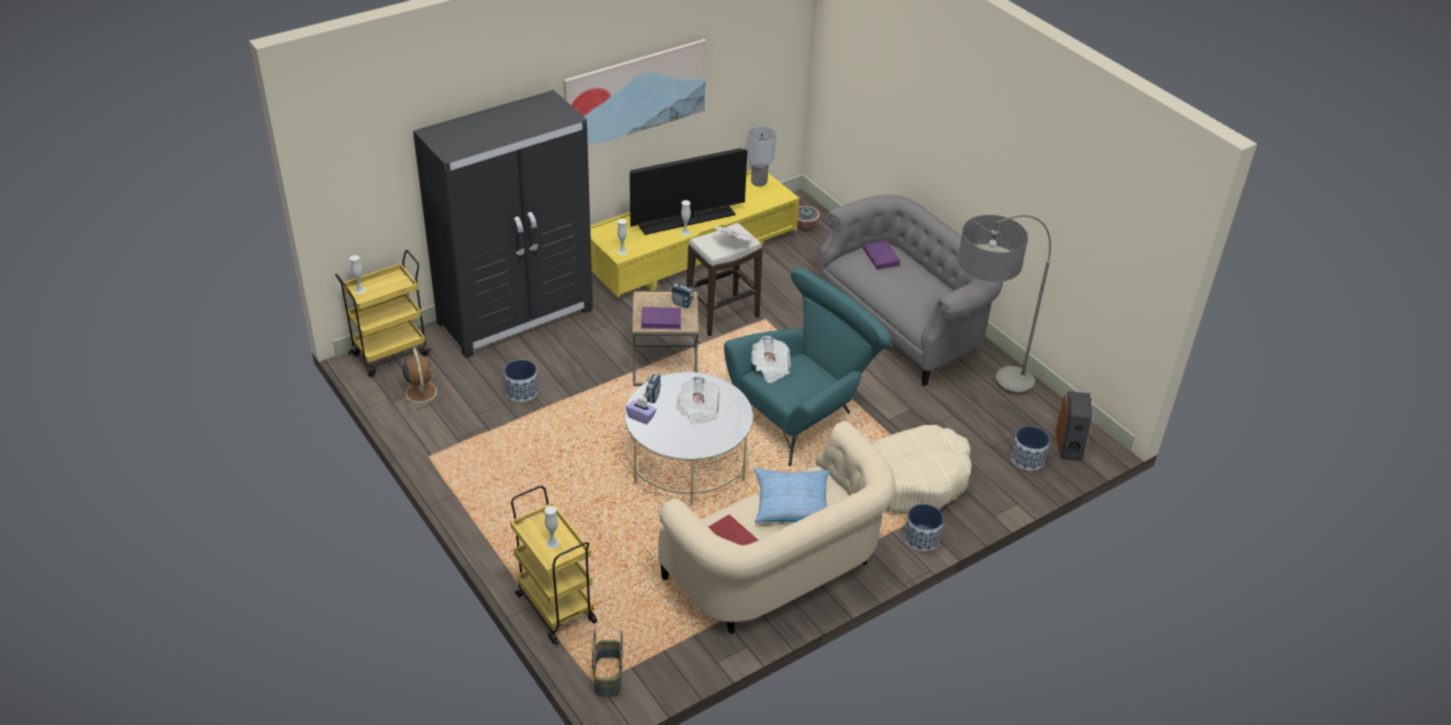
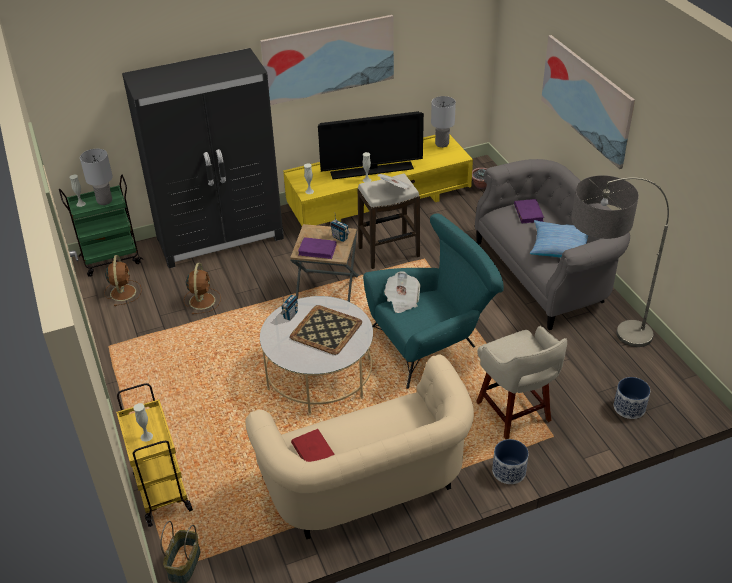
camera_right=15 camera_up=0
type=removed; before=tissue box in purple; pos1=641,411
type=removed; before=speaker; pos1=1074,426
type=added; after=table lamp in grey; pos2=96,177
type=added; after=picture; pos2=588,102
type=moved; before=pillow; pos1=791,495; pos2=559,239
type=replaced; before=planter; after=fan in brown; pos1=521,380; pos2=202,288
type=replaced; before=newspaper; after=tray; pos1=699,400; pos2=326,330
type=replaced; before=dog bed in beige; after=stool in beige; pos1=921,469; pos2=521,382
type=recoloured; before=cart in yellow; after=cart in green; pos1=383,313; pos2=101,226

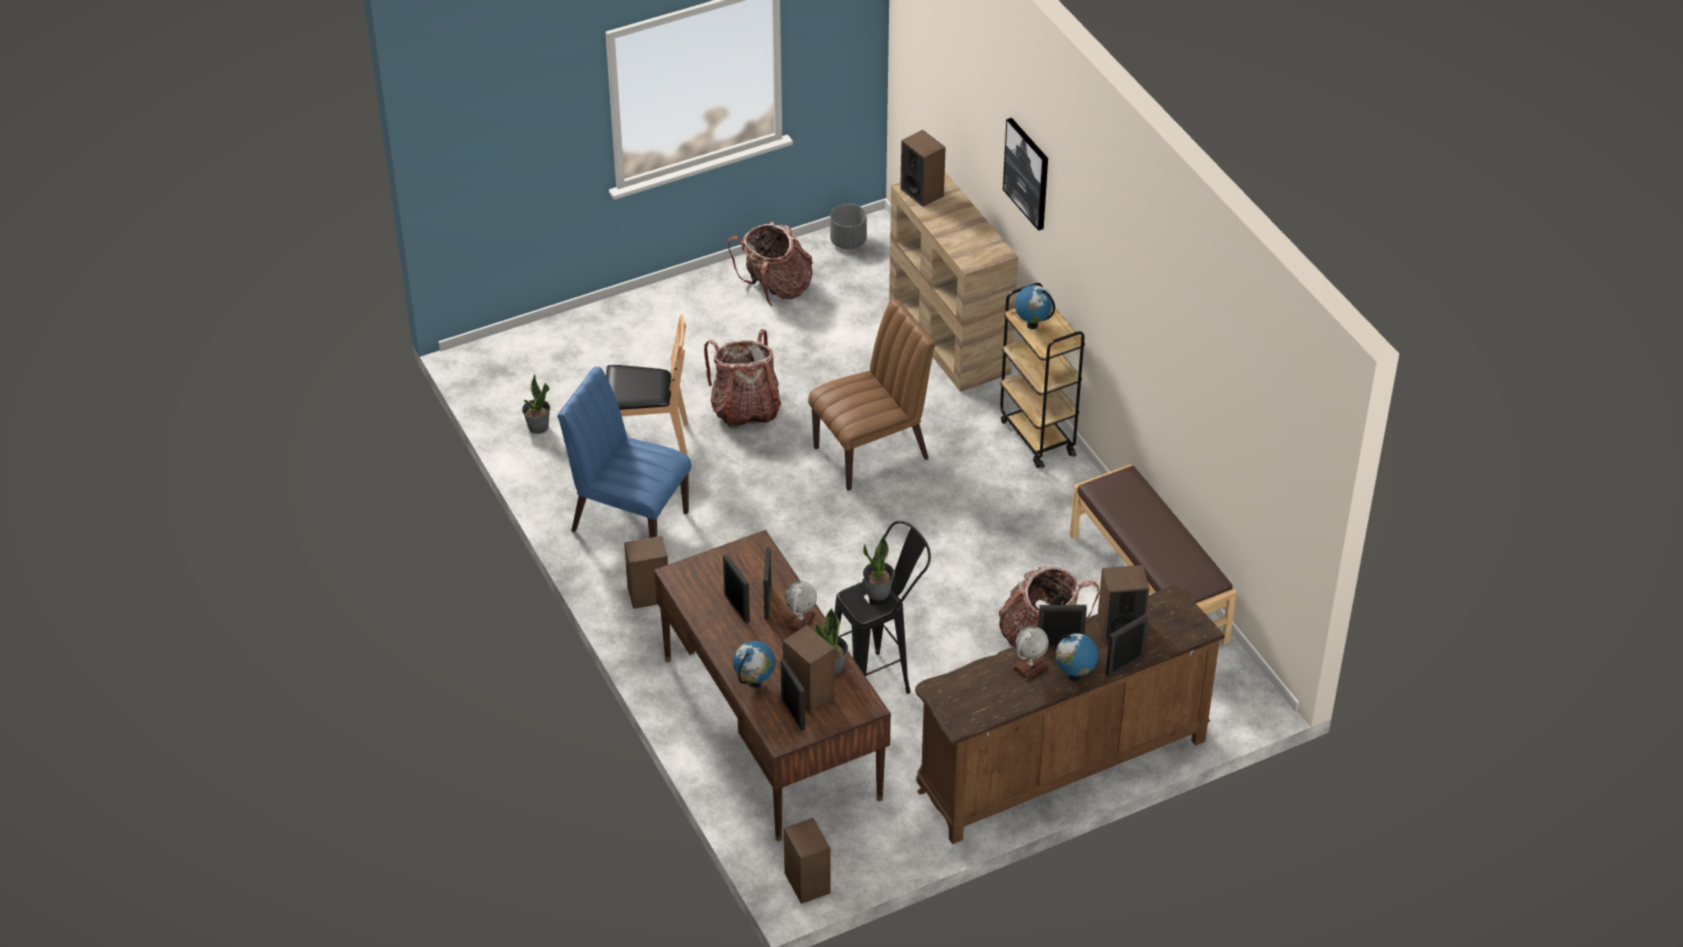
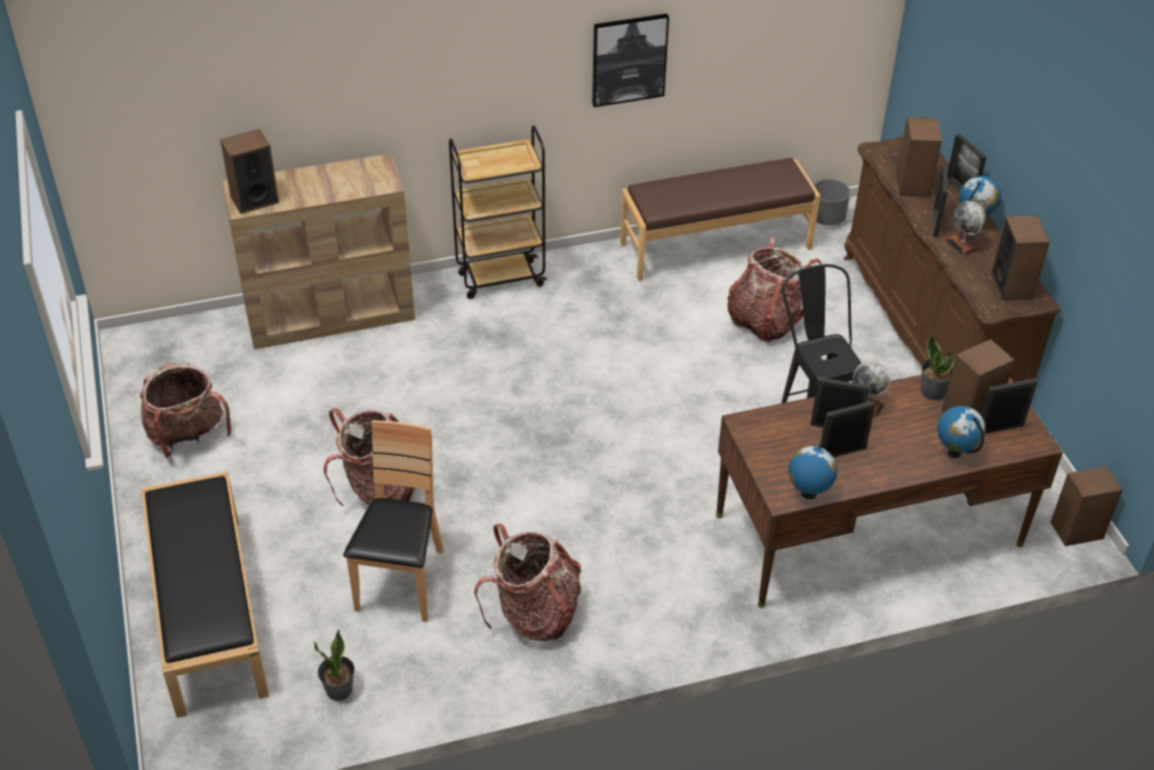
camera_right=-80 camera_up=0
type=removed; before=chair in brown; pos1=872,395
type=removed; before=potted plant; pos1=879,568
type=added; after=bench in black; pos2=205,594
type=moved; before=speaker; pos1=646,572; pos2=1020,257
type=moved; before=planter in grey; pos1=848,226; pos2=829,202
type=moved; before=picture; pos1=1025,174; pos2=630,60
type=moved; before=globe; pos1=1035,307; pos2=813,471
type=replaced; before=chair in blue; after=backpack; pos1=624,452; pos2=527,582

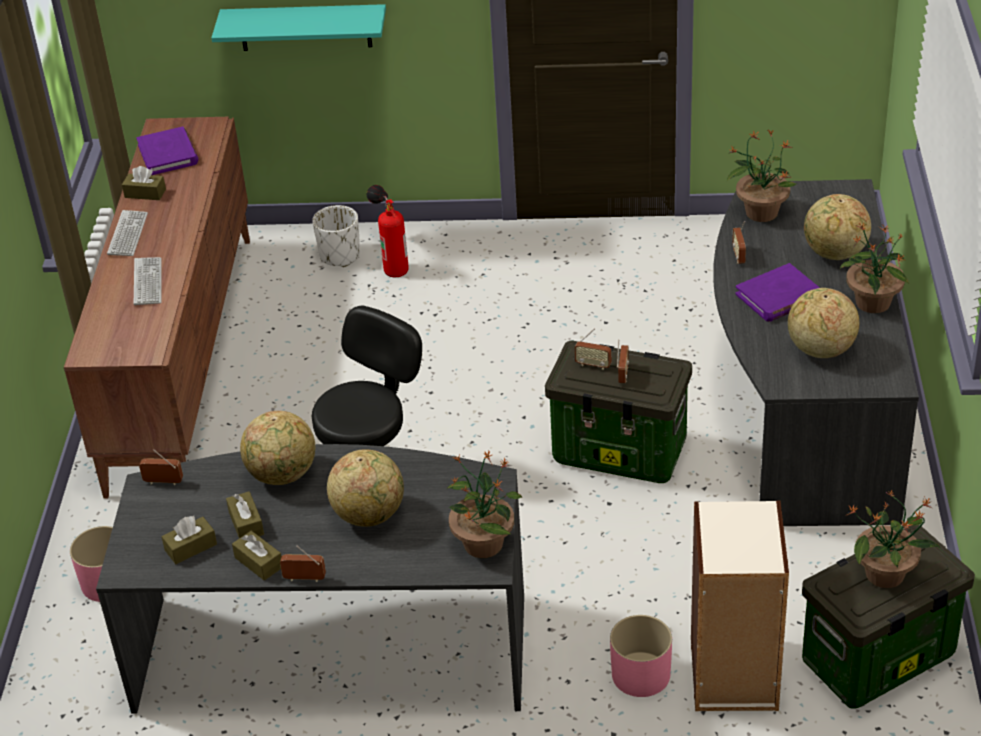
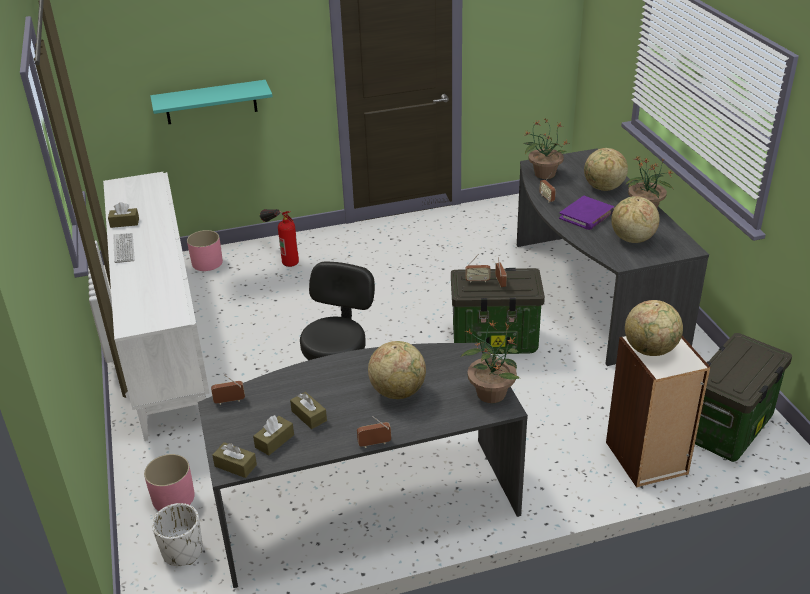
camera_right=-20 camera_up=-5
type=removed; before=keyboard; pos1=147,281
type=removed; before=book in purple; pos1=167,151
type=removed; before=potted plant; pos1=893,539
type=moved; before=tissue box in brown; pos1=257,556; pos2=234,460
type=moved; before=globe; pos1=277,448; pos2=654,328
type=moved; before=planter in white; pos1=336,236; pos2=177,534
type=moved; before=planter in pink; pos1=641,656; pos2=205,250
type=recoloured; before=cabinet in brown; after=cabinet in white; pos1=157,308; pos2=156,306

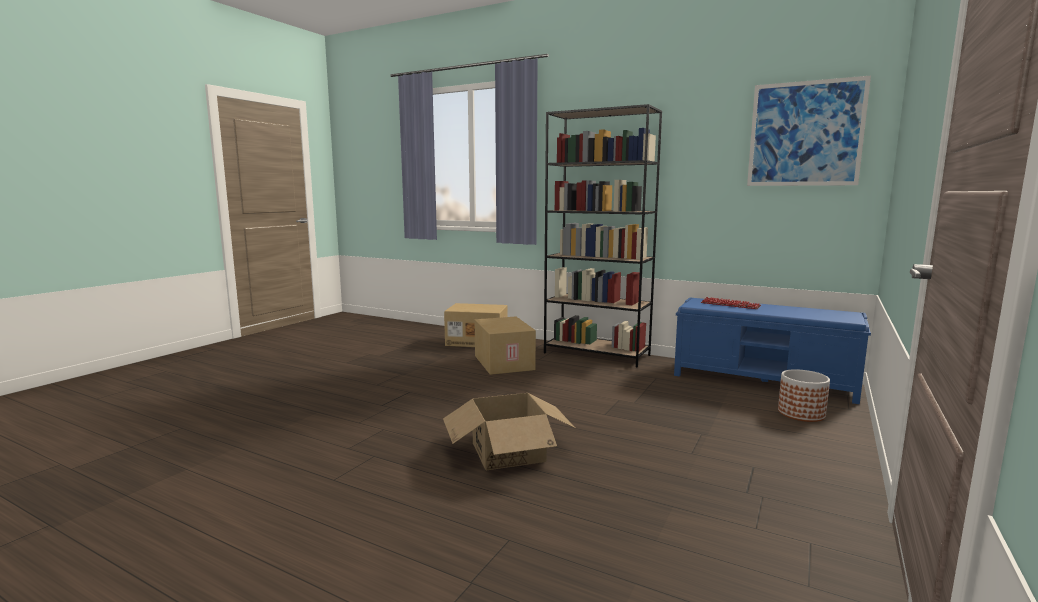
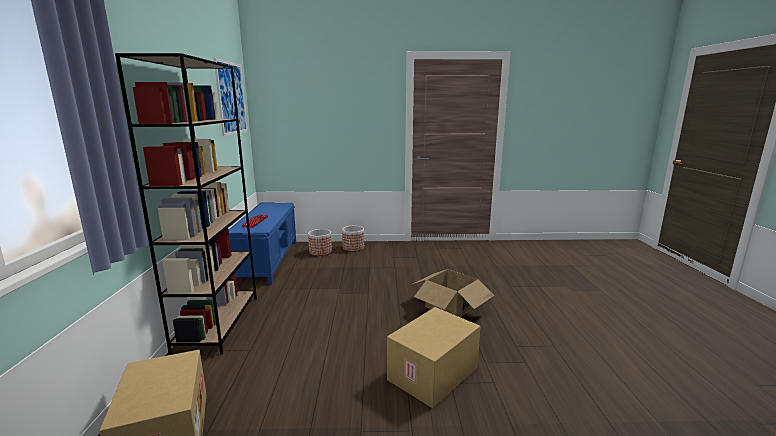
camera_right=-120 camera_up=5
type=added; after=planter; pos2=353,238
type=moved; before=cardboard box; pos1=505,346; pos2=434,357

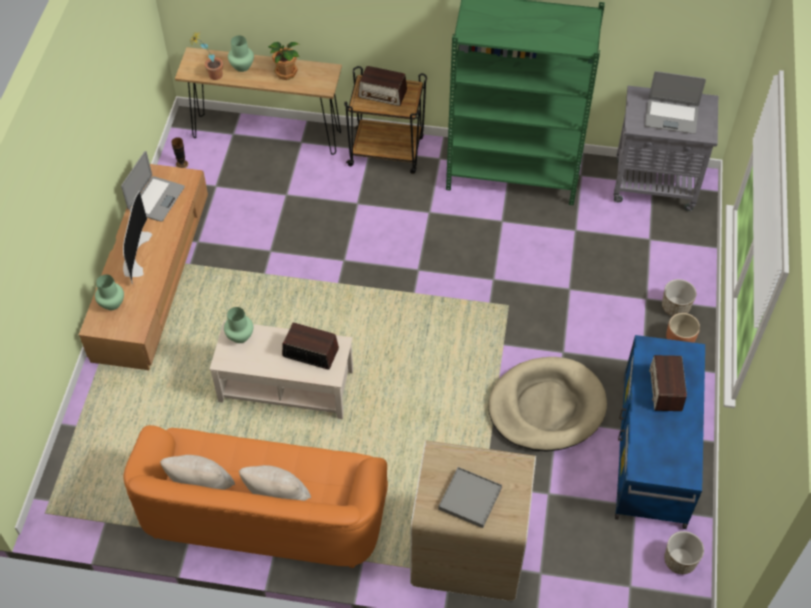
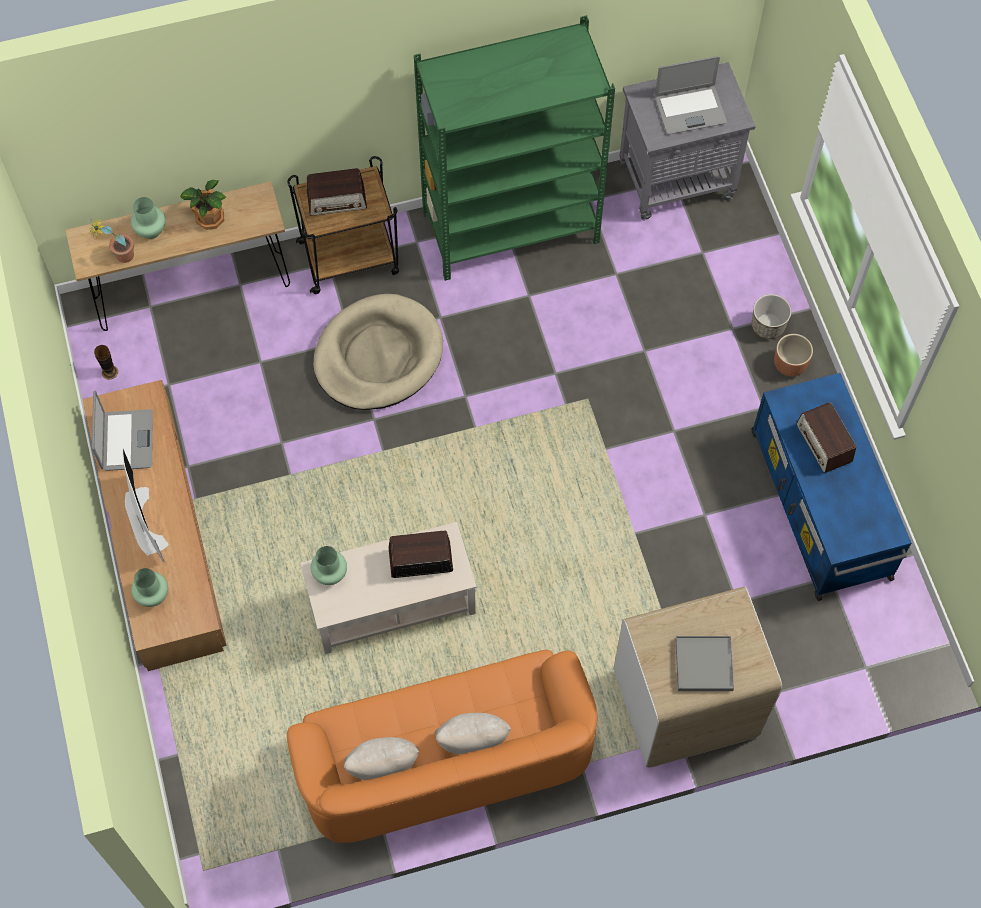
camera_right=-25 camera_up=10
type=removed; before=planter; pos1=684,552
type=moved; before=dog bed in beige; pos1=547,404; pos2=378,352

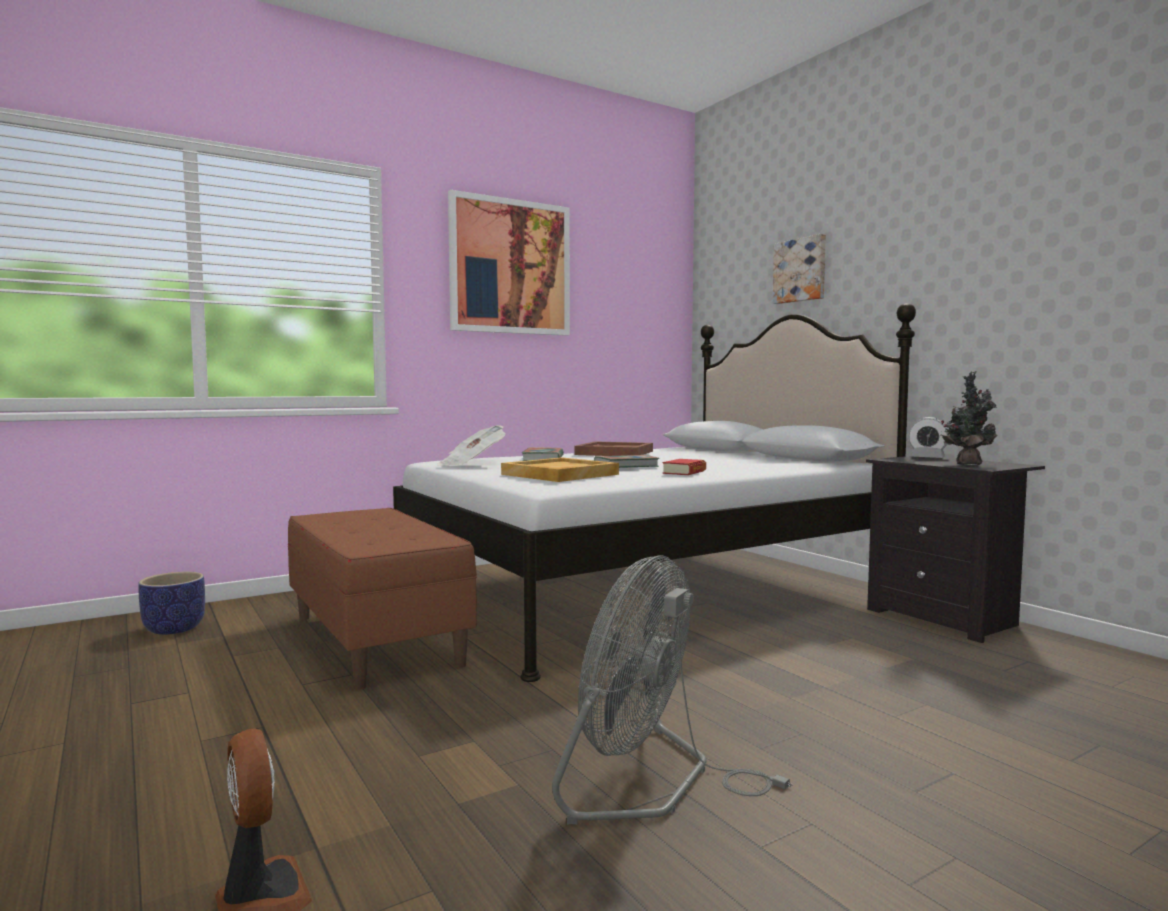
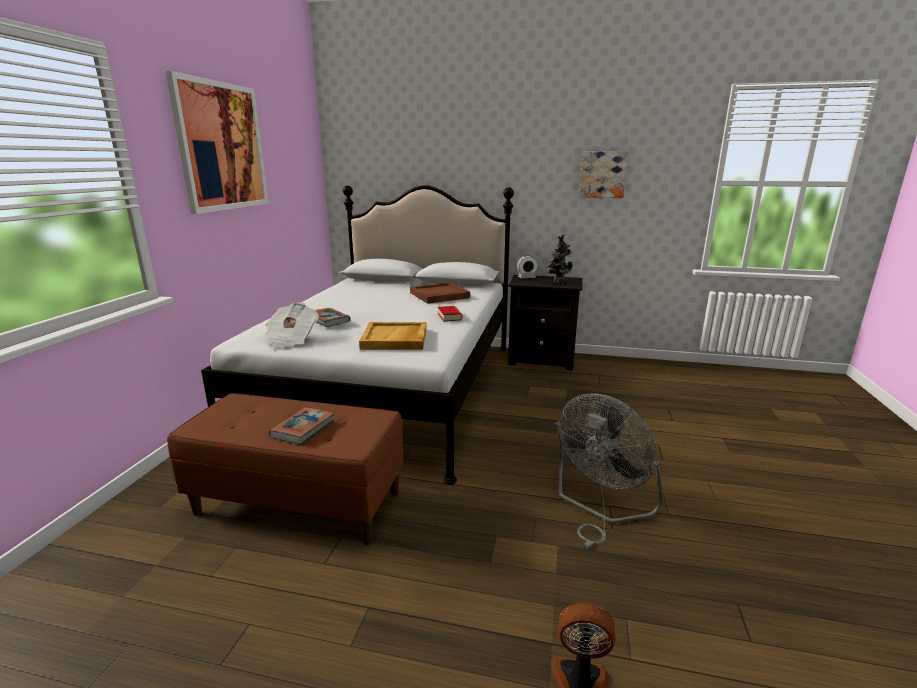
camera_right=-45 camera_up=15
type=removed; before=planter; pos1=171,603
type=moved; before=tray in brown; pos1=613,448; pos2=440,293
type=moved; before=book; pos1=626,461; pos2=301,426
type=moved; before=picture; pos1=799,269; pos2=603,174
type=turned; before=fan in grey; pos1=672,690; pos2=609,471; turn=150

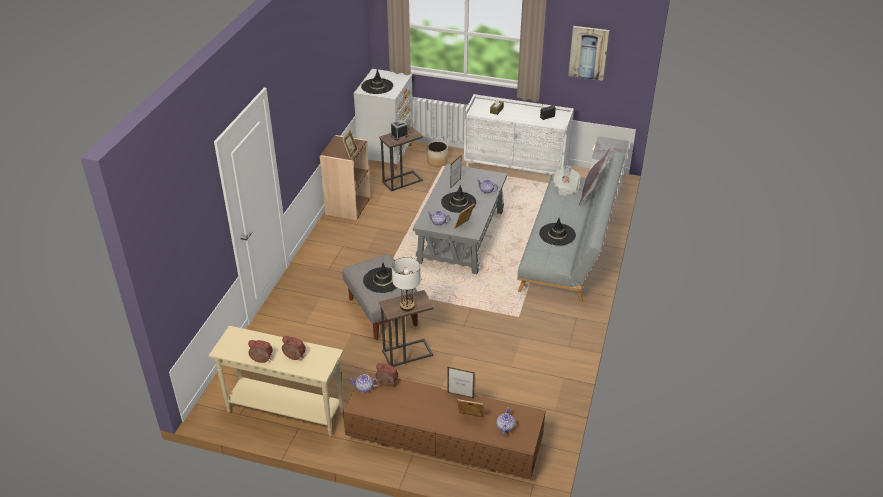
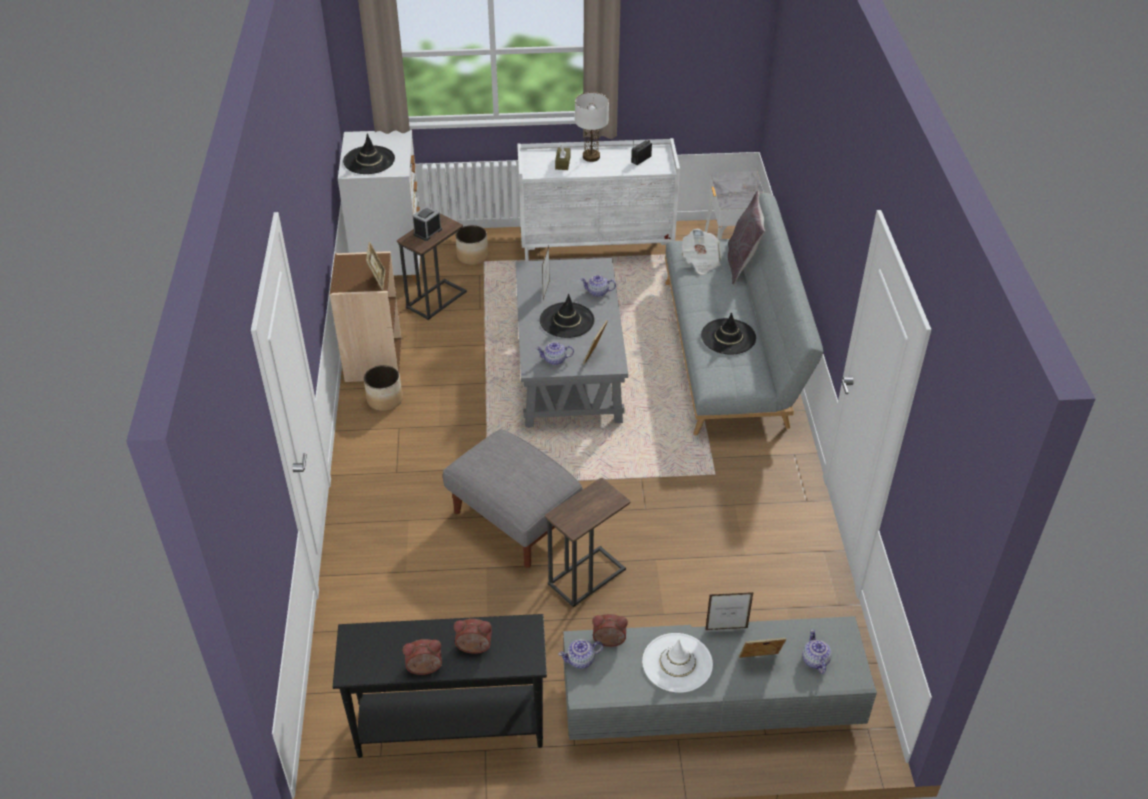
camera_right=-20 camera_up=5
type=removed; before=hat in black; pos1=381,278
type=removed; before=picture; pos1=589,53
type=added; after=planter; pos2=383,388
type=added; after=hat in white; pos2=677,663
type=moved; before=table lamp; pos1=406,284; pos2=592,127
type=recoloured; before=console table in beige; after=console table in black; pos1=275,381; pos2=440,686
type=recoloured; before=tv stand in brown; after=tv stand in grey; pos1=444,425; pos2=720,678

